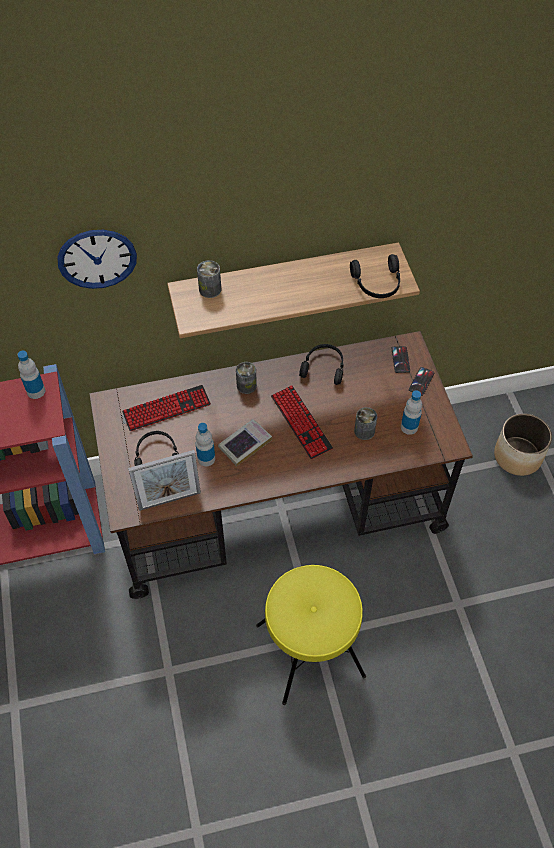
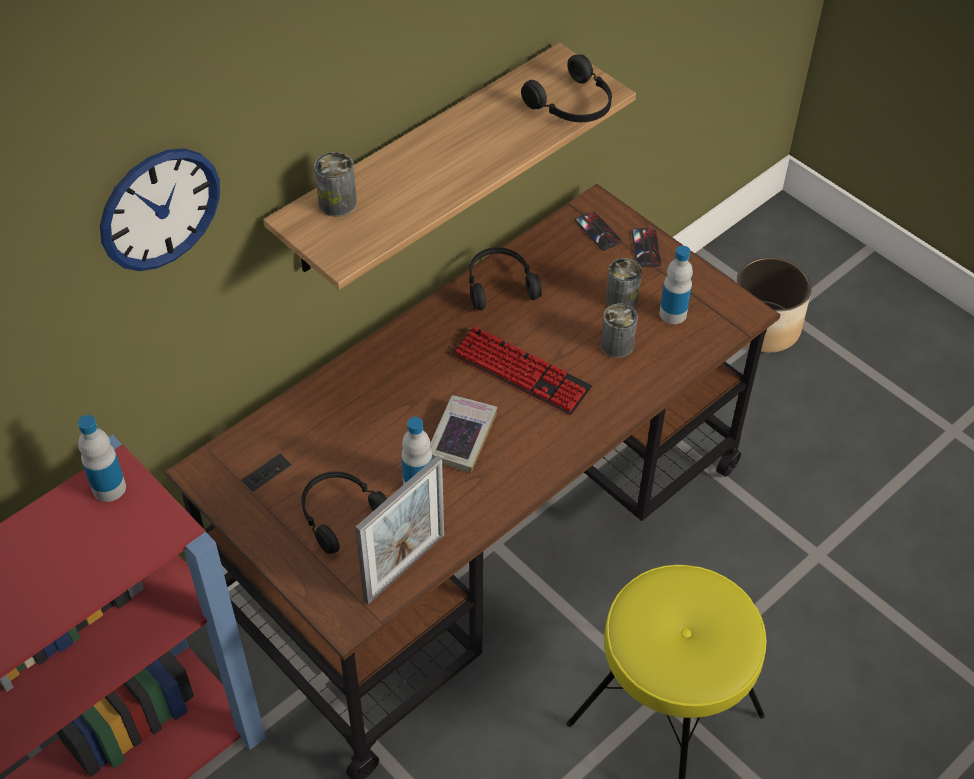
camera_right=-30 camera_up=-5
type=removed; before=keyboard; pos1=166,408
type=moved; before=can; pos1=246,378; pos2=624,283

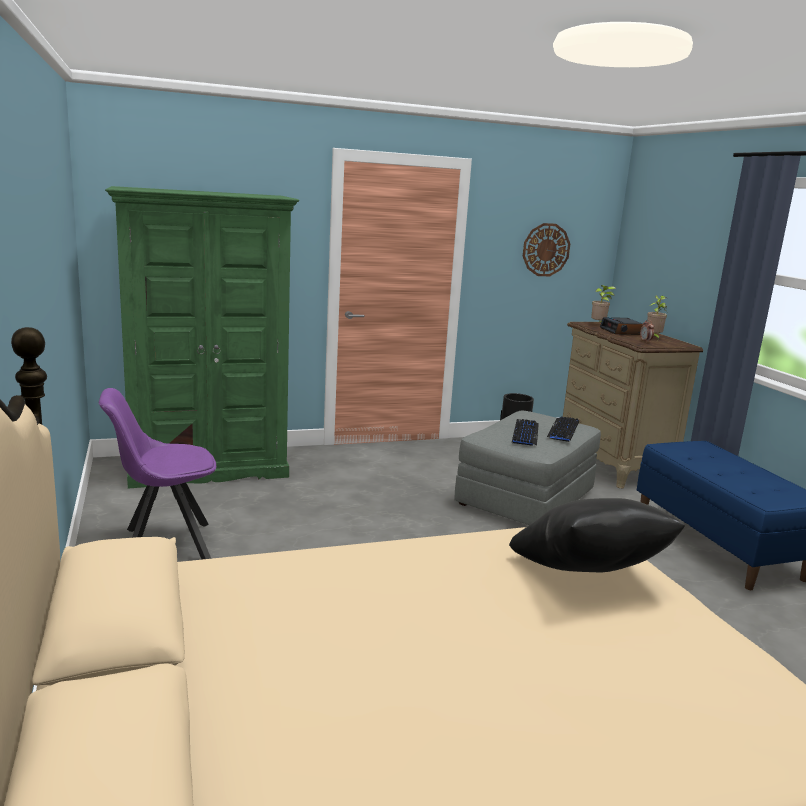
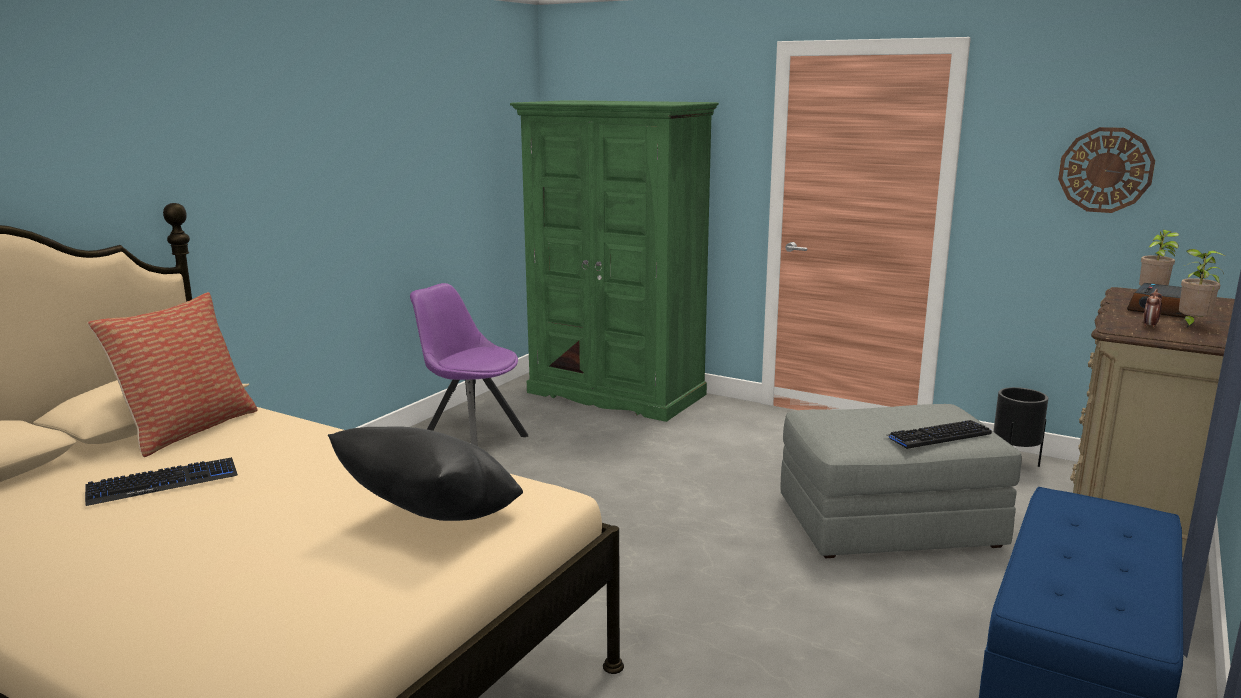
camera_right=50 camera_up=0
type=added; after=pillow; pos2=173,374
type=moved; before=keyboard; pos1=525,432; pos2=161,481

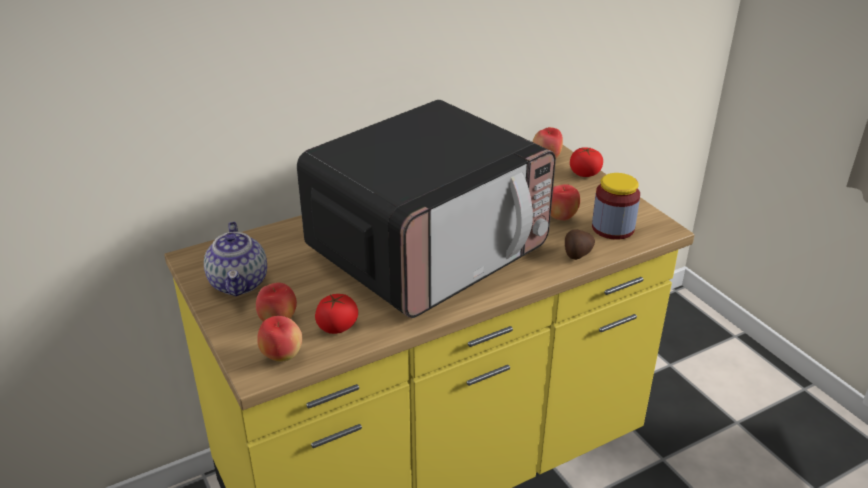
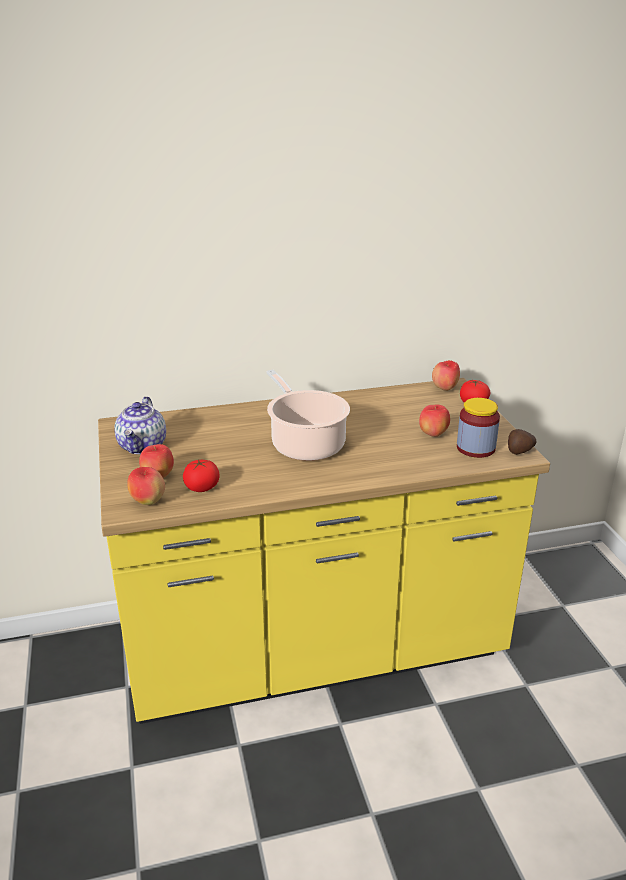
camera_right=15 camera_up=-5
type=moved; before=potato; pos1=580,244; pos2=522,442
type=replaced; before=microwave; after=cooking pot; pos1=426,209; pos2=308,415

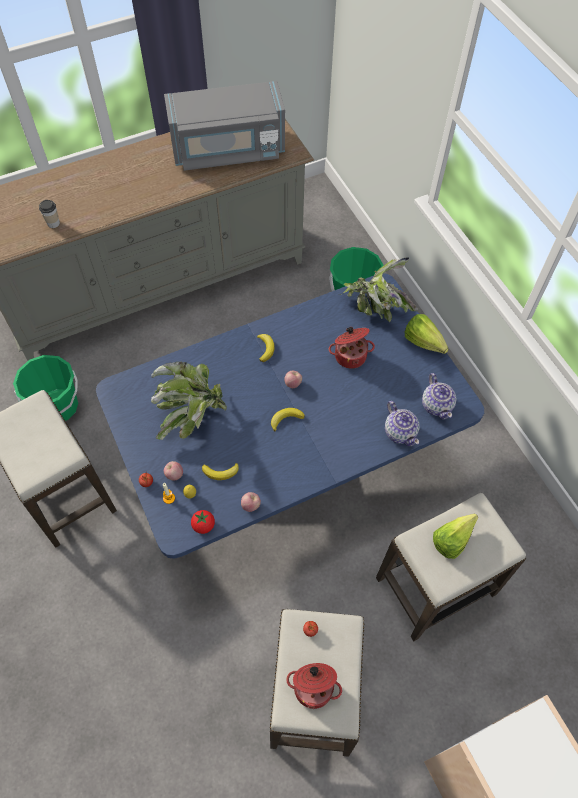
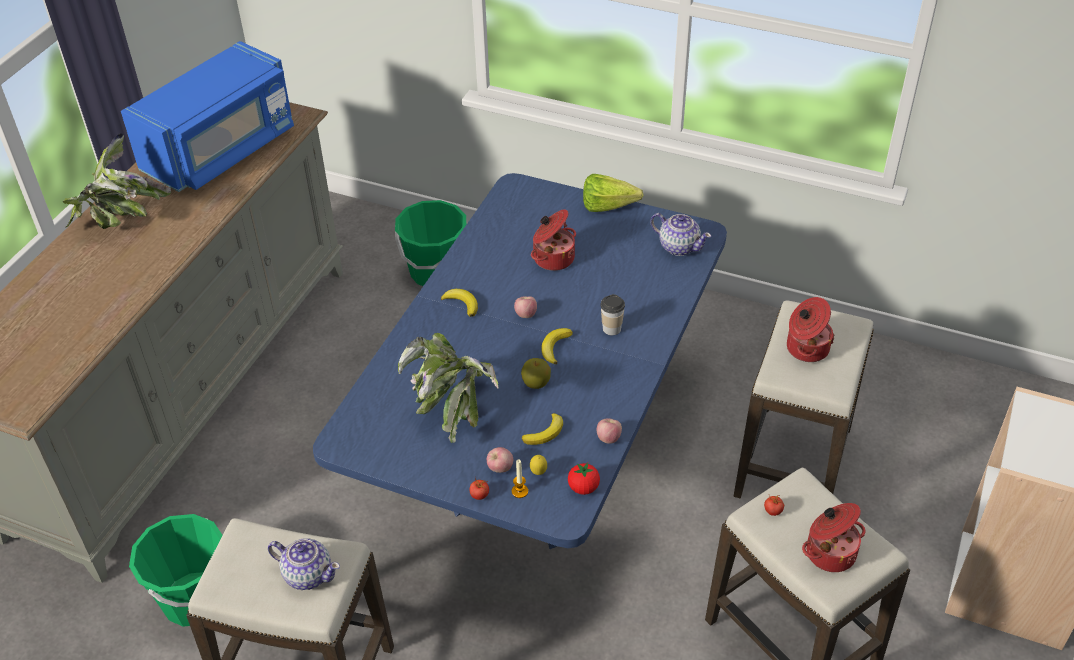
camera_right=-40 camera_up=-15
type=added; after=apple; pos2=536,373
type=moved; before=cup; pos1=49,214; pos2=613,314
type=moved; before=potted plant; pos1=379,289; pos2=117,181
type=moved; before=teapot; pos1=402,424; pos2=304,564
type=replaced; before=lettuce; after=cooking pot; pos1=455,536; pos2=810,329
type=recoloured; before=microwave in grey; after=microwave in blue; pos1=224,126; pos2=207,116

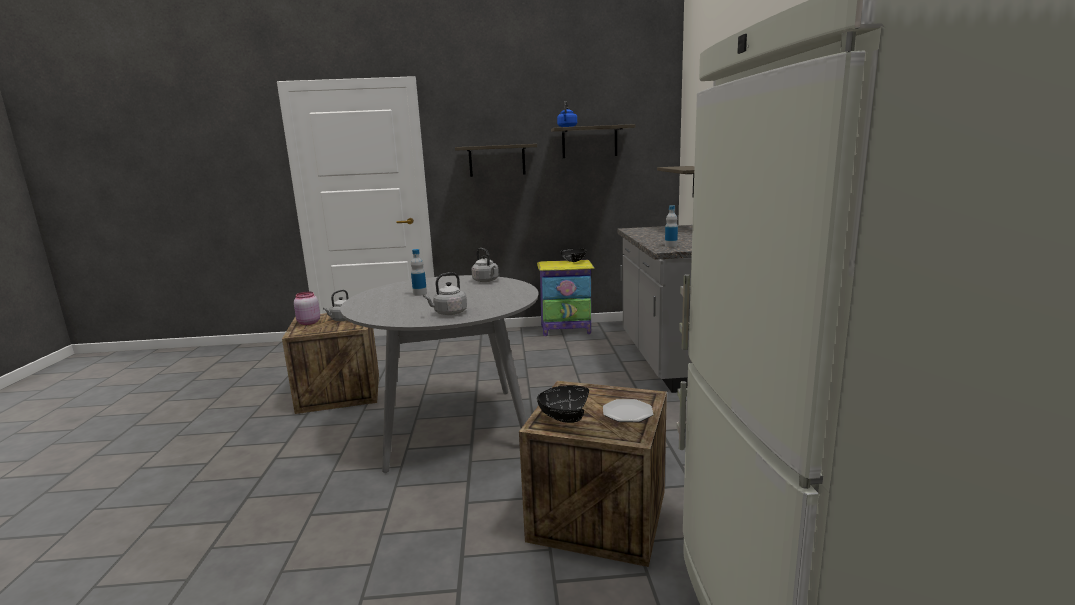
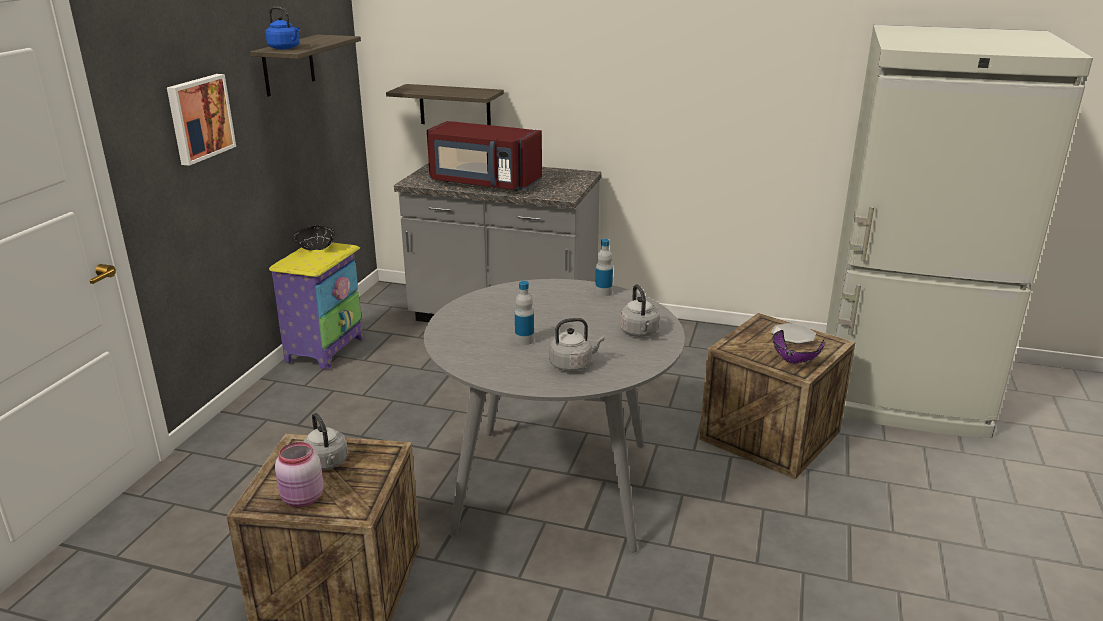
camera_right=-70 camera_up=10
type=added; after=microwave in red; pos2=484,156
type=moved; before=kettle in grey; pos1=485,265; pos2=577,345
type=moved; before=bottle; pos1=671,226; pos2=604,267
type=replaced; before=shelf; after=picture; pos1=496,160; pos2=201,120
type=recoloured; before=bowl in black; after=bowl in purple; pos1=563,404; pos2=799,347

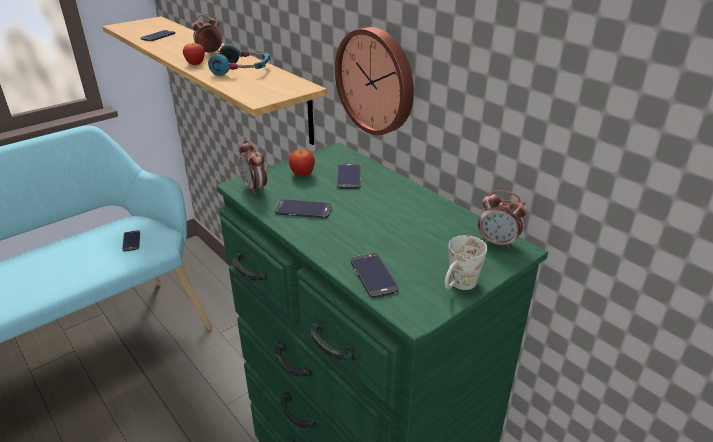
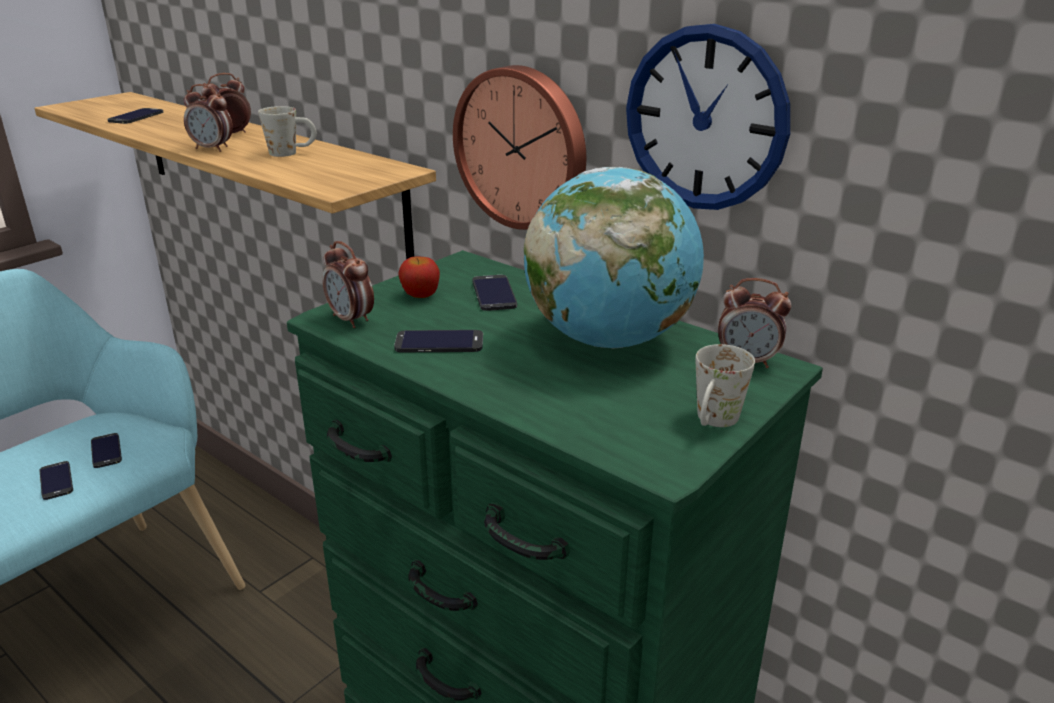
camera_right=-10 camera_up=-5
type=added; after=globe; pos2=614,258
type=added; after=wall clock; pos2=708,117
type=moved; before=phone; pos1=375,275; pos2=56,480
type=replaced; before=apple; after=alarm clock; pos1=194,54; pos2=208,118
type=replaced; before=headphones; after=mug in white; pos1=239,60; pos2=287,131

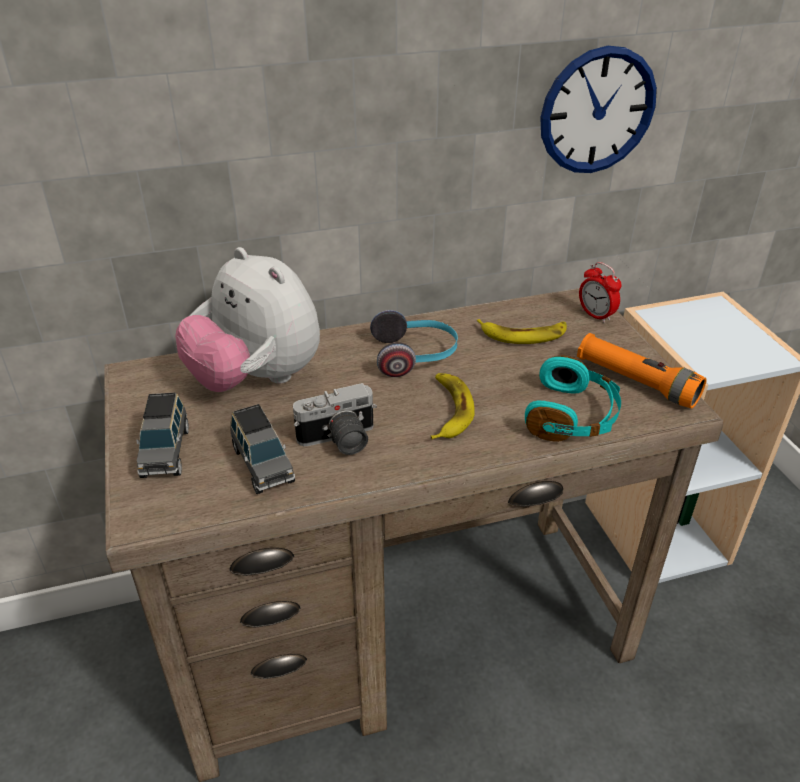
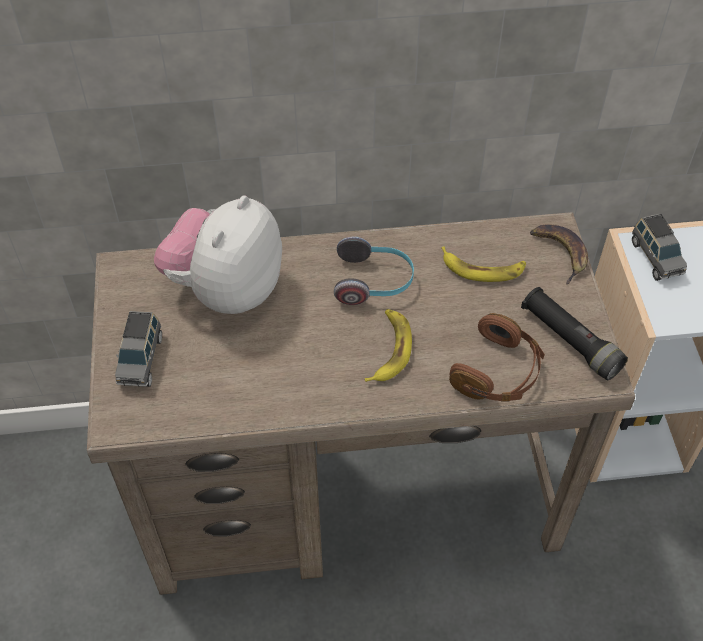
camera_right=10 camera_up=15
type=removed; before=photo camera; pos1=335,419
type=removed; before=wall clock; pos1=598,109
type=moved; before=toy car in grey; pos1=262,449; pos2=659,247
type=replaced; before=alarm clock; after=banana; pos1=600,292; pos2=559,254
type=recoloured; before=headphones in turquoise; after=headphones in brown; pos1=573,398; pos2=497,357
type=recoloured; before=flashlight in orange; after=flashlight in black; pos1=641,370; pos2=574,333
type=turned; before=plush toy; pos1=247,319; pos2=218,254; turn=60

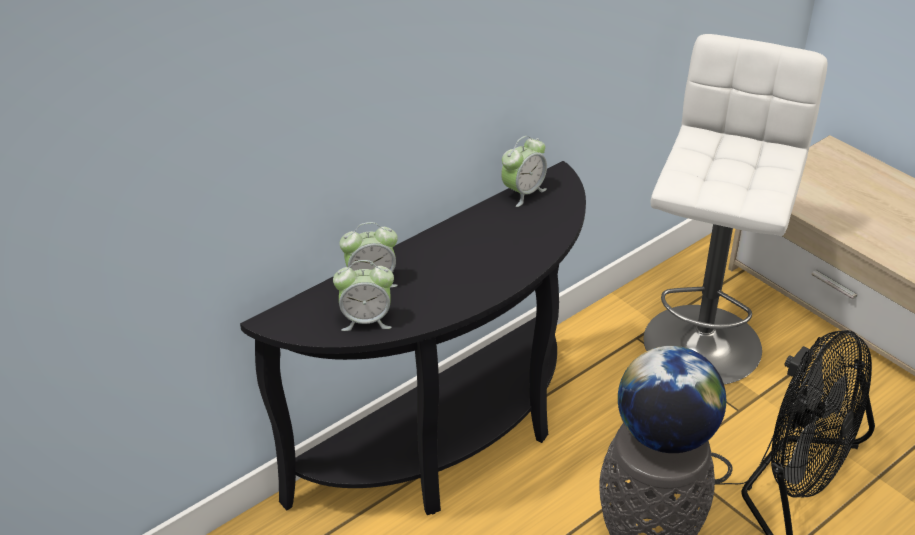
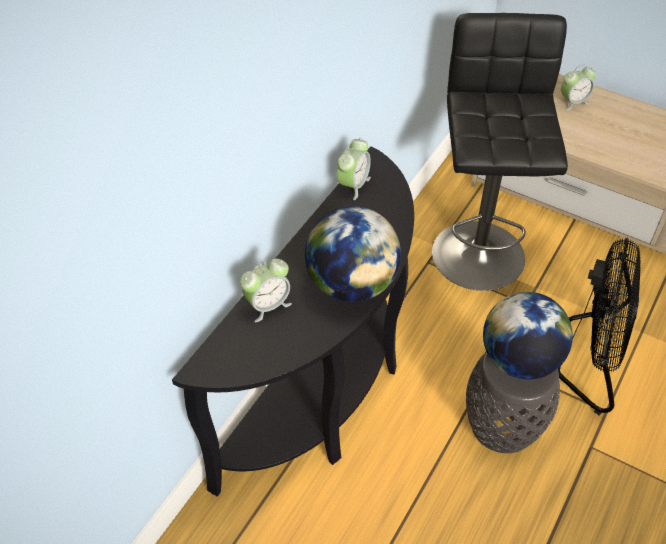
camera_right=-20 camera_up=10
type=added; after=globe; pos2=353,254
type=moved; before=alarm clock; pos1=363,295; pos2=578,88
type=recoloured; before=stool in white; after=stool in black; pos1=735,209; pos2=500,152

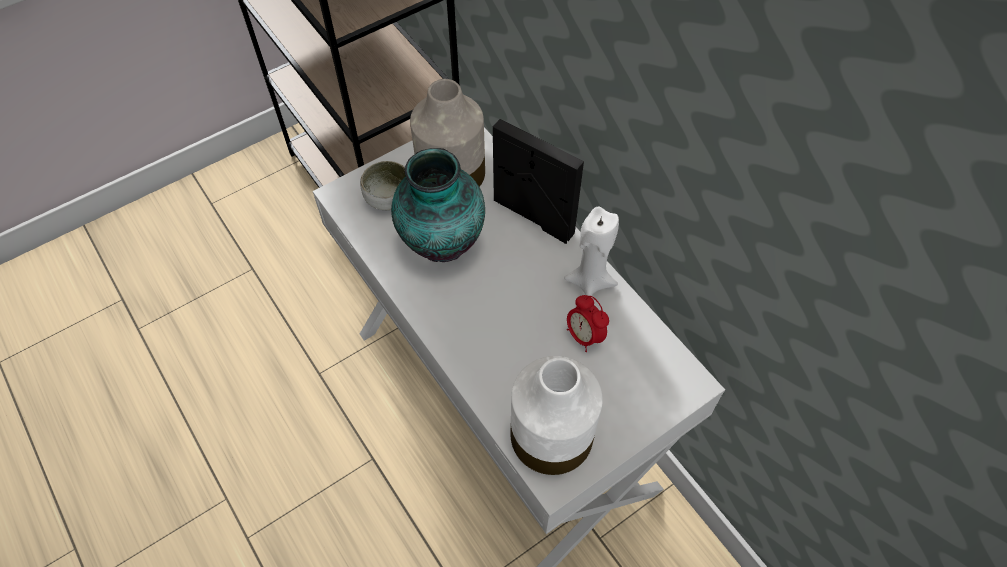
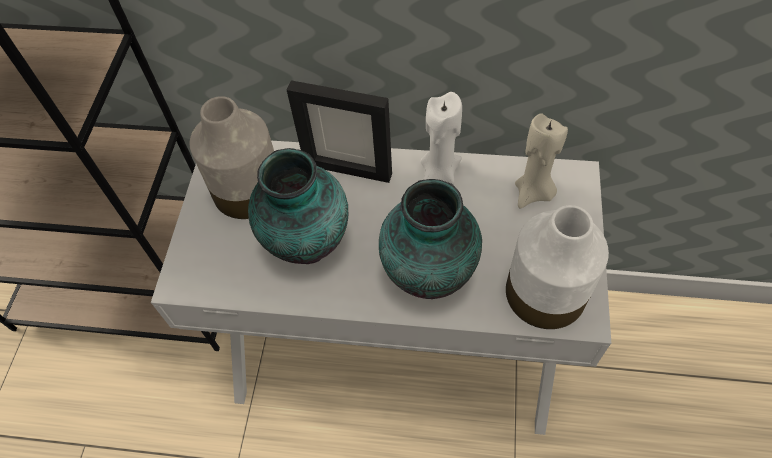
camera_right=-45 camera_up=0
type=removed; before=bowl; pos1=383,185
type=removed; before=alarm clock; pos1=588,323
type=added; after=vase; pos2=430,239
type=added; after=candle in beige; pos2=541,160
type=turned; before=picture frame; pos1=538,181; pos2=339,131; turn=-150

